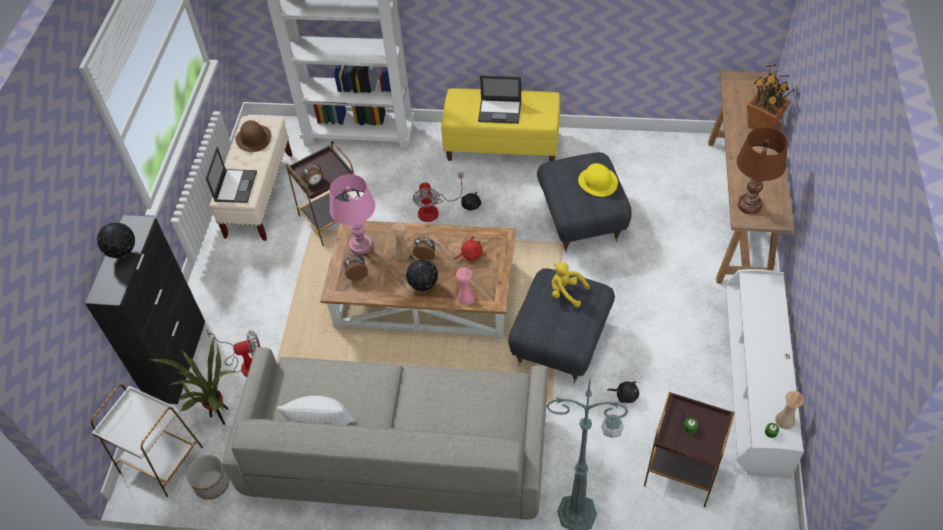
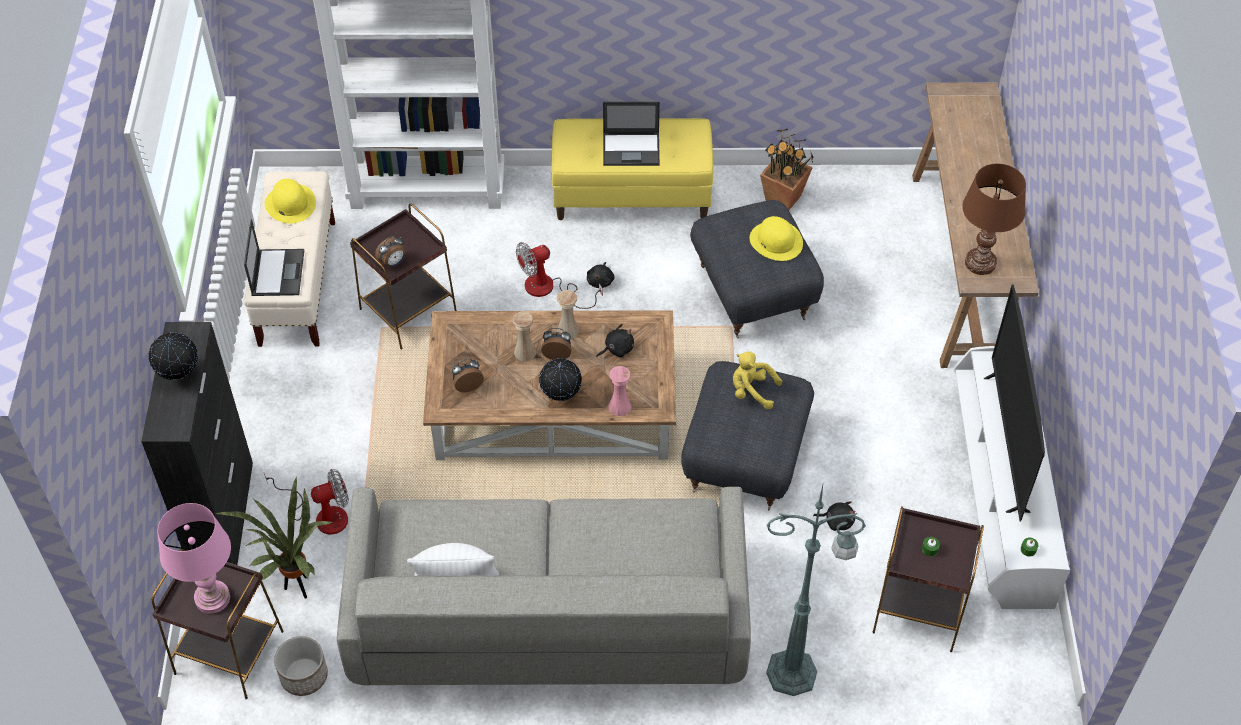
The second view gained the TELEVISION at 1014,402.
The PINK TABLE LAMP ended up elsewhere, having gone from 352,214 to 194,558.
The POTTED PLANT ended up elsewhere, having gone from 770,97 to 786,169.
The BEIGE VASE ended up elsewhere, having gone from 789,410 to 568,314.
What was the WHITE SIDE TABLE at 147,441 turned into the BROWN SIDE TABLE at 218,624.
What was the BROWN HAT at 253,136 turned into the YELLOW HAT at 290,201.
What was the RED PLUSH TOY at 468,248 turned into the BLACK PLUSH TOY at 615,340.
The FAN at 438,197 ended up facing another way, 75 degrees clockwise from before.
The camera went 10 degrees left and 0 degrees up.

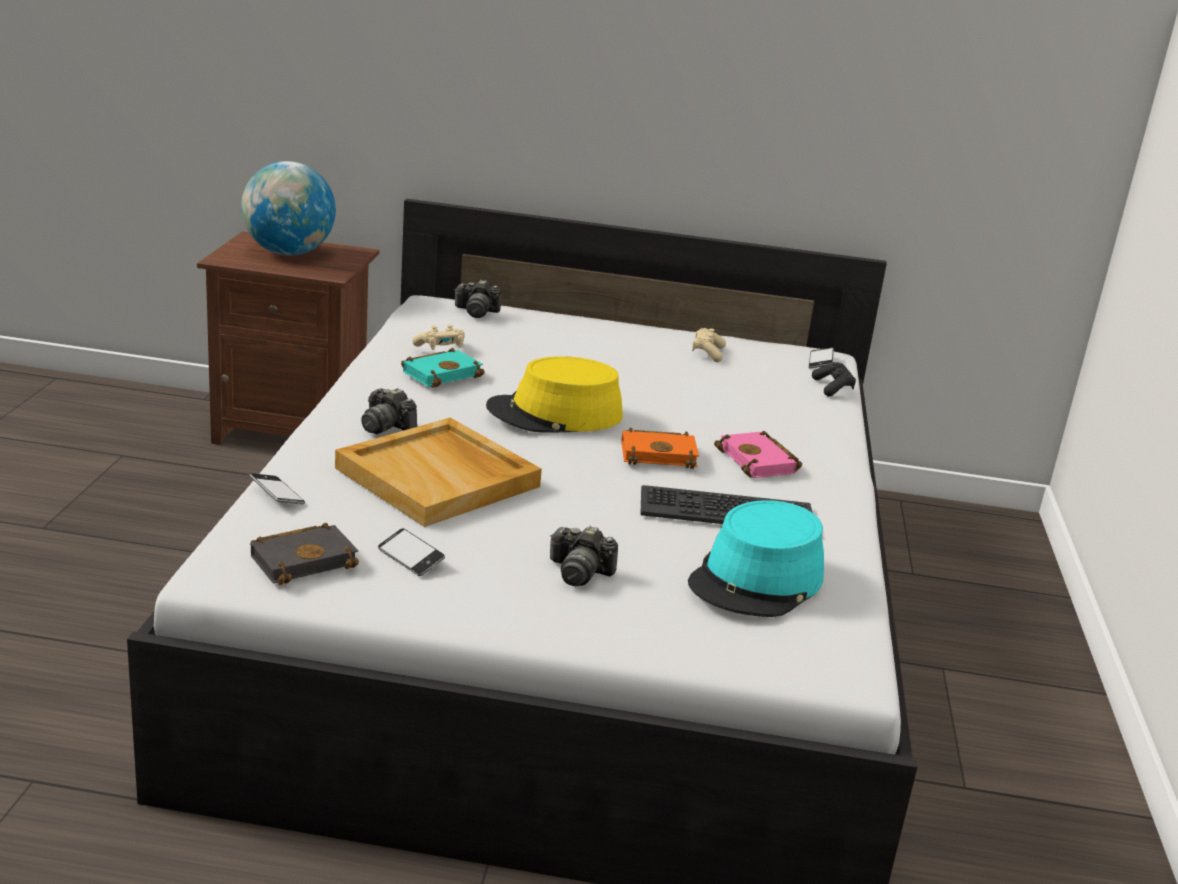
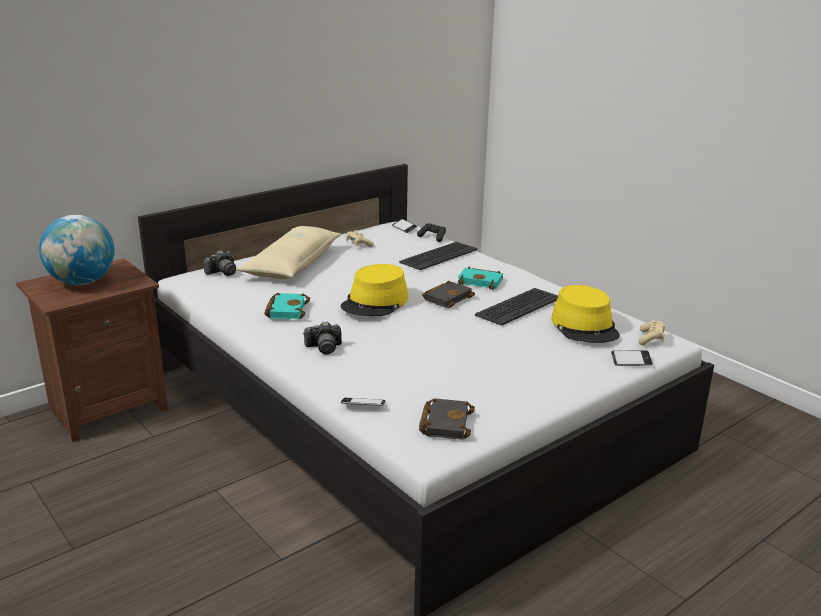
The second view lost the BEIGE TRAY at 438,472.
The second view lost the PHOTO CAMERA at 584,556.
The second view gained the BEIGE PILLOW at 289,252.
The second view gained the KEYBOARD at 438,256.
The PHONE ended up elsewhere, having gone from 411,552 to 631,358.
The BEIGE GAME CONTROLLER ended up elsewhere, having gone from 438,337 to 651,332.
What was the ORANGE BOOK at 660,448 turned into the BLACK BOOK at 448,294.
What was the TURQUOISE HAT at 756,558 turned into the YELLOW HAT at 585,314.
What was the PINK BOOK at 758,454 turned into the TURQUOISE BOOK at 480,278.
The camera went 45 degrees left and 0 degrees up.

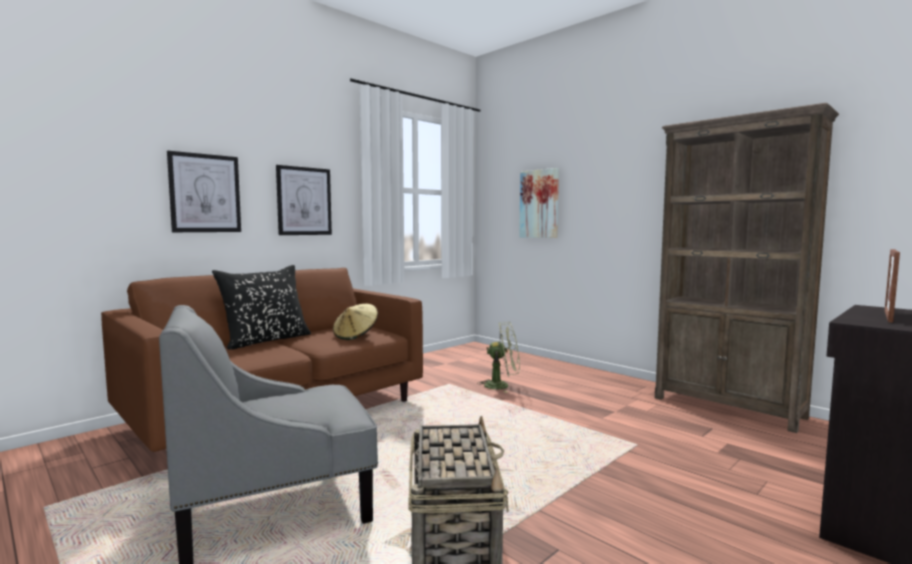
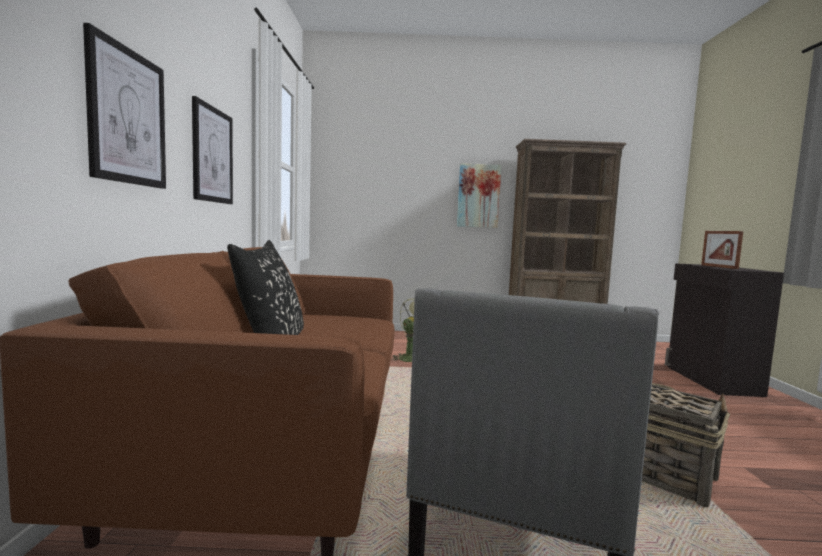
The second view lost the BEIGE HAT at 355,322.
The PICTURE ended up elsewhere, having gone from 539,203 to 479,195.
The camera went 45 degrees left and 0 degrees up.

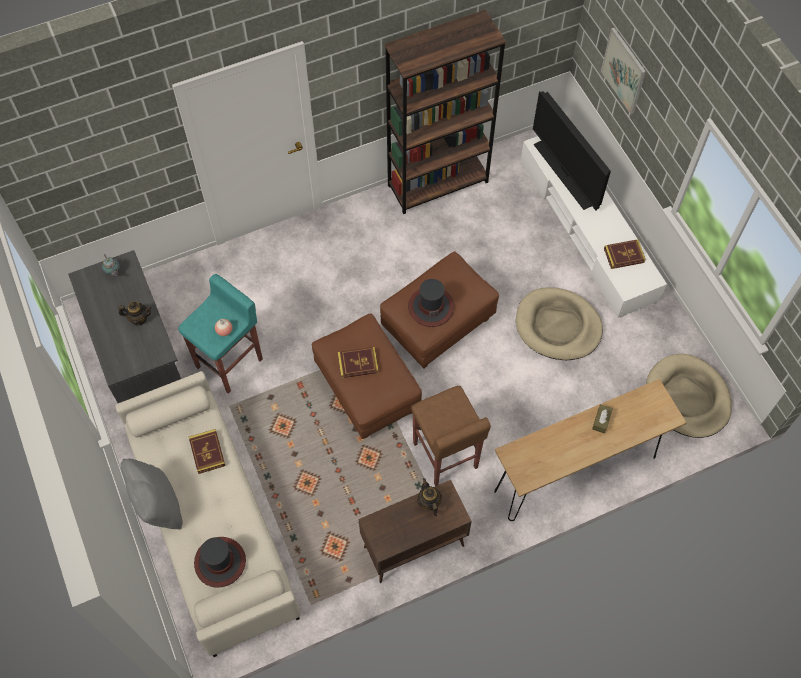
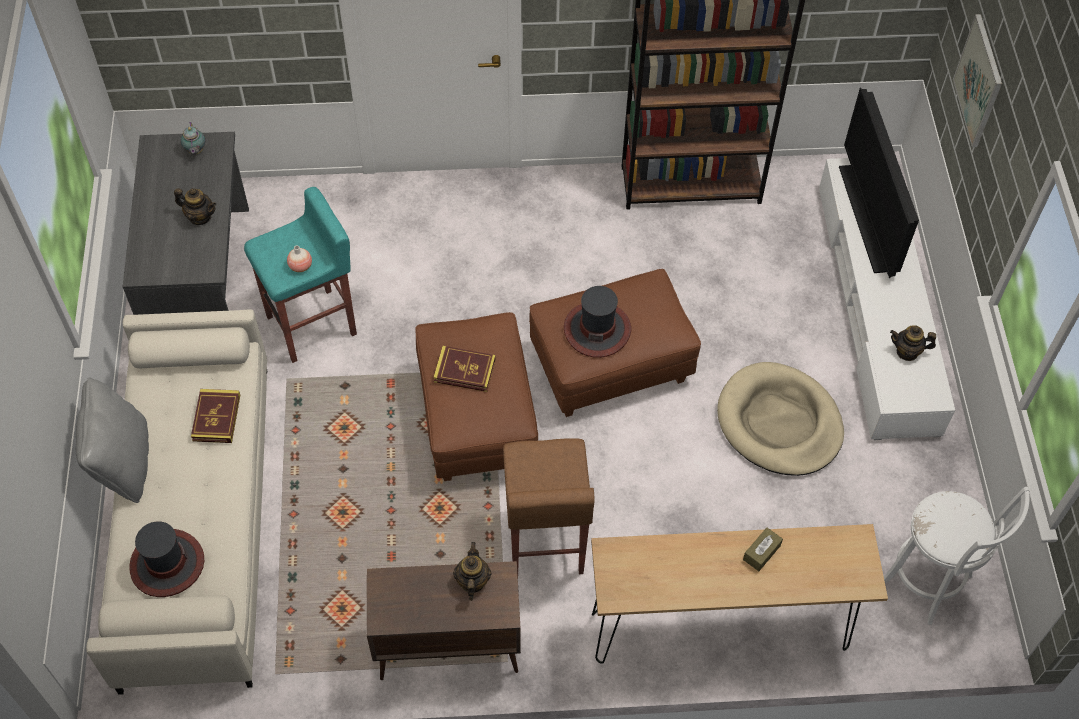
Where the BOOK stood at 625,254, the TEAPOT came to stand at 913,343.
Where the BEIGE DOG BED stood at 689,396, the WHITE STOOL came to stand at 956,556.
The camera went 20 degrees right and 5 degrees down.

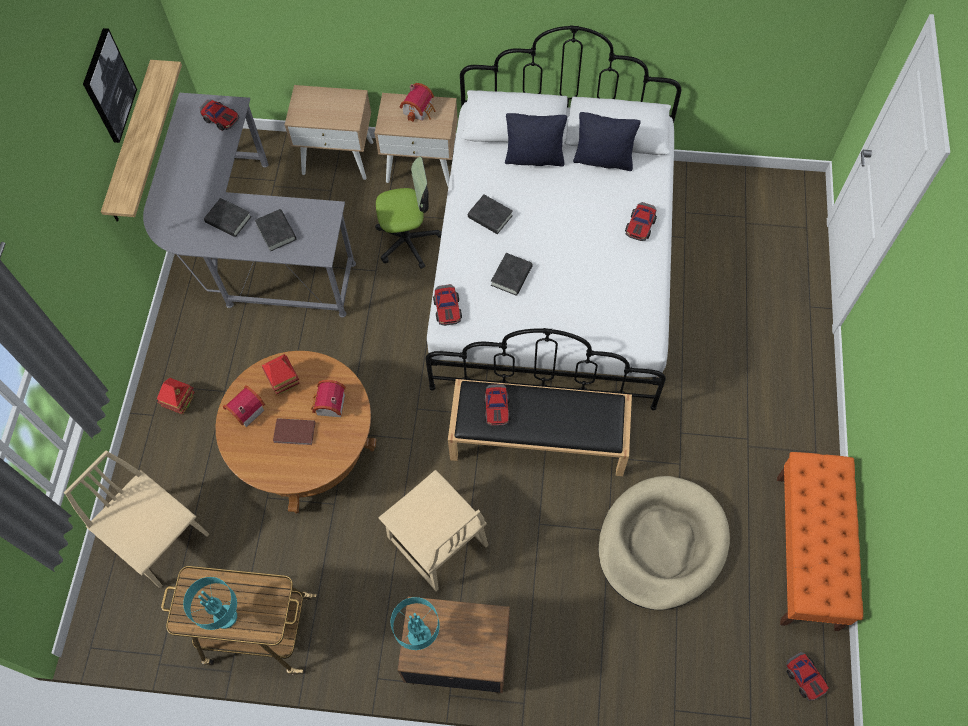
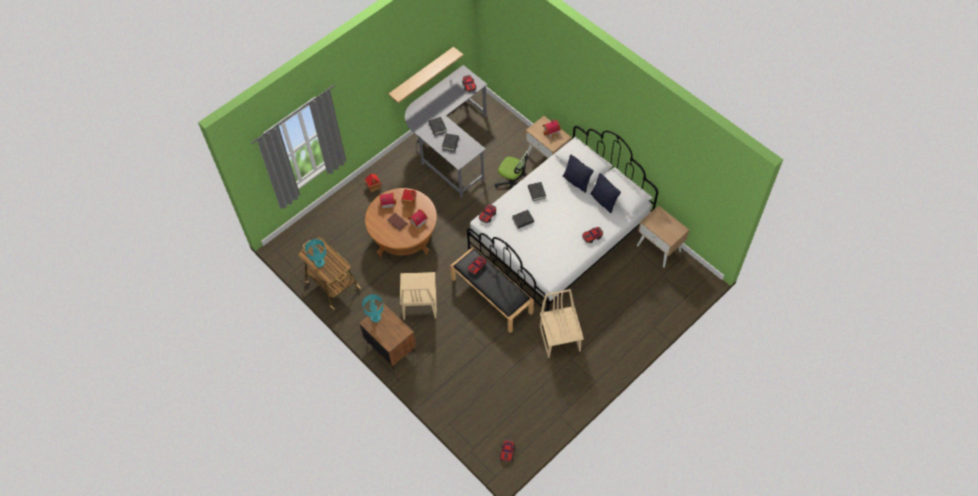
The second view lost the PICTURE at 110,85.
The second view lost the BEIGE DOG BED at 664,543.
The second view lost the ORANGE BENCH at 820,541.
The BEIGE CHAIR ended up elsewhere, having gone from 136,519 to 562,323.
The BEIGE NIGHTSTAND ended up elsewhere, having gone from 329,132 to 663,236.
The camera went 40 degrees right and 5 degrees down.

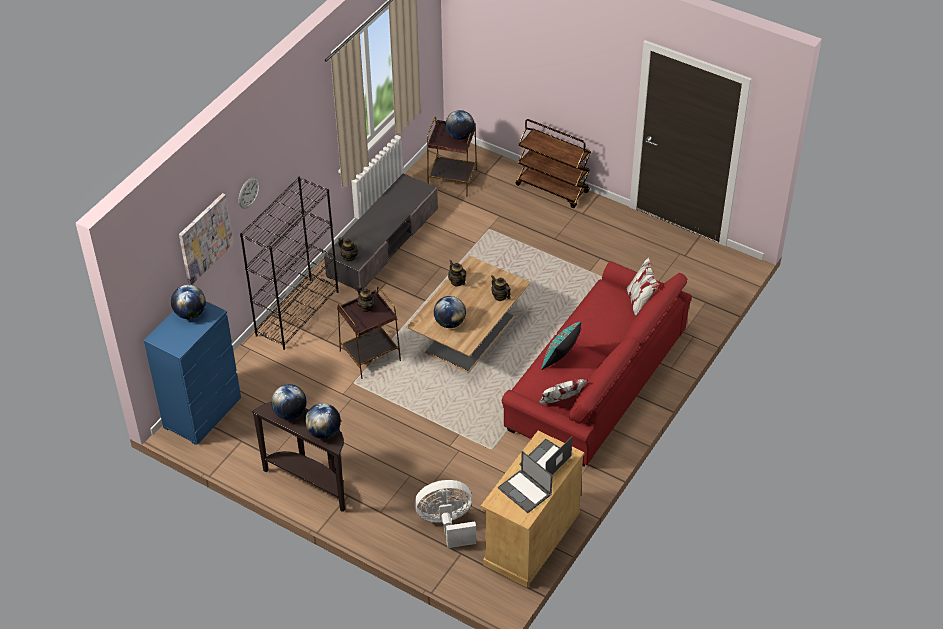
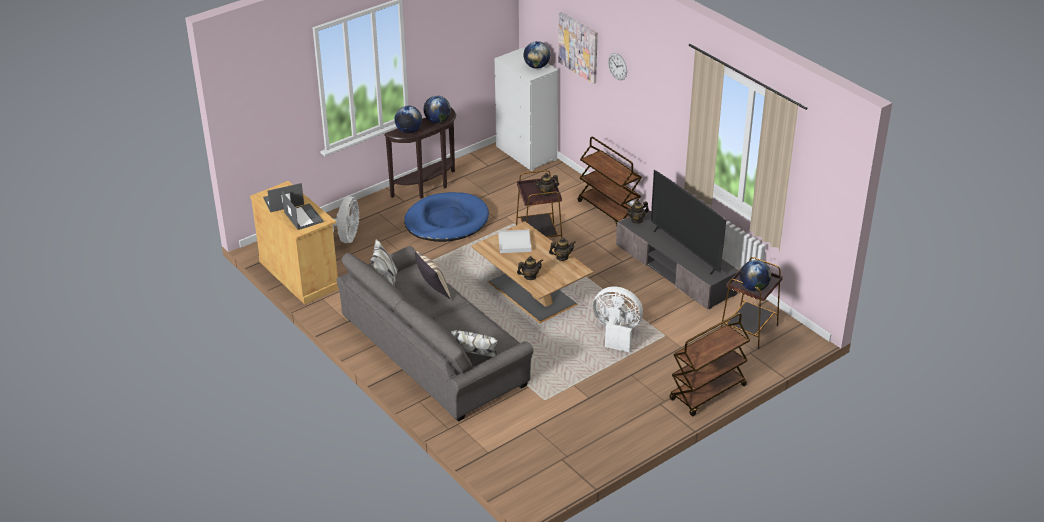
The second view gained the BLUE DOG BED at 446,217.
The second view gained the WHITE FAN at 618,319.
The second view gained the TELEVISION at 688,222.
Where the BLACK BOOKCASE stood at 289,263, the BROWN CART came to stand at 610,180.
Where the GLOBE stood at 450,312, the WHITE TRAY came to stand at 514,241.
What was the BLUE DRESSER at 192,373 turned into the WHITE DRESSER at 526,109.
What was the RED SOFA at 597,361 turned into the GREY SOFA at 435,330.
What was the TURQUOISE PILLOW at 561,346 turned into the BEIGE PILLOW at 433,275.
The camera went 110 degrees right and 10 degrees down.

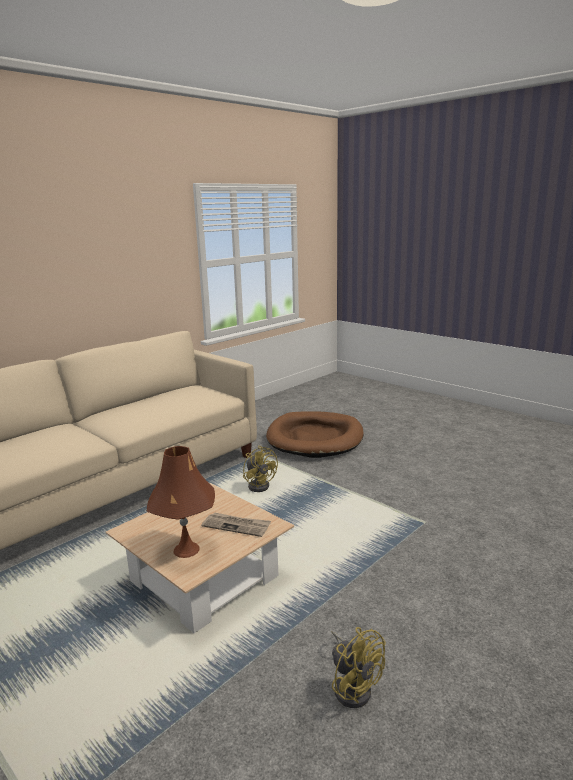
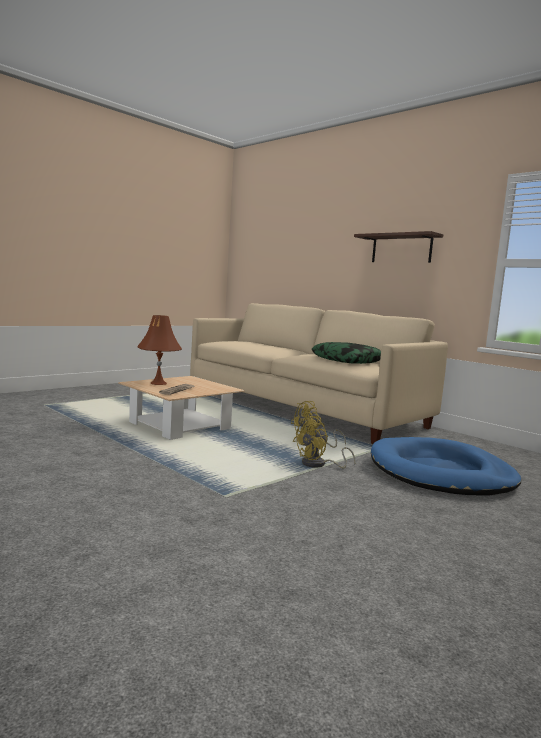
The second view gained the PILLOW at 346,353.
The second view gained the SHELF at 398,247.
The YELLOW FAN ended up elsewhere, having gone from 359,667 to 324,442.
What was the BROWN DOG BED at 315,434 turned into the BLUE DOG BED at 446,466.
The camera went 90 degrees right and 10 degrees down.

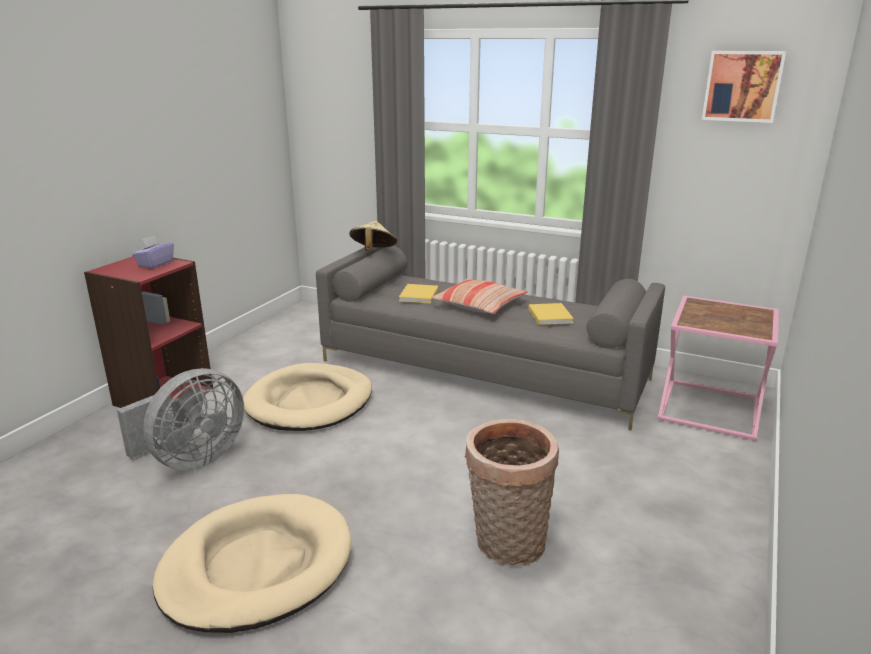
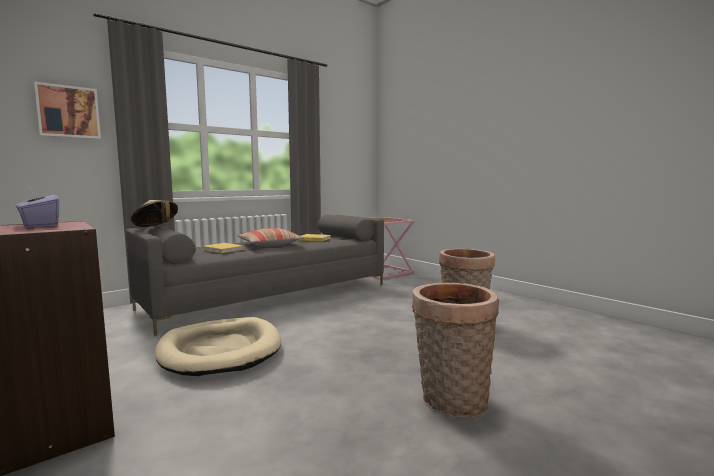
The second view lost the GREY FAN at 180,419.
The PICTURE ended up elsewhere, having gone from 744,87 to 67,110.
Where the BEIGE DOG BED stood at 252,563, the BASKET came to stand at 455,350.
The camera went 65 degrees left and 15 degrees down.

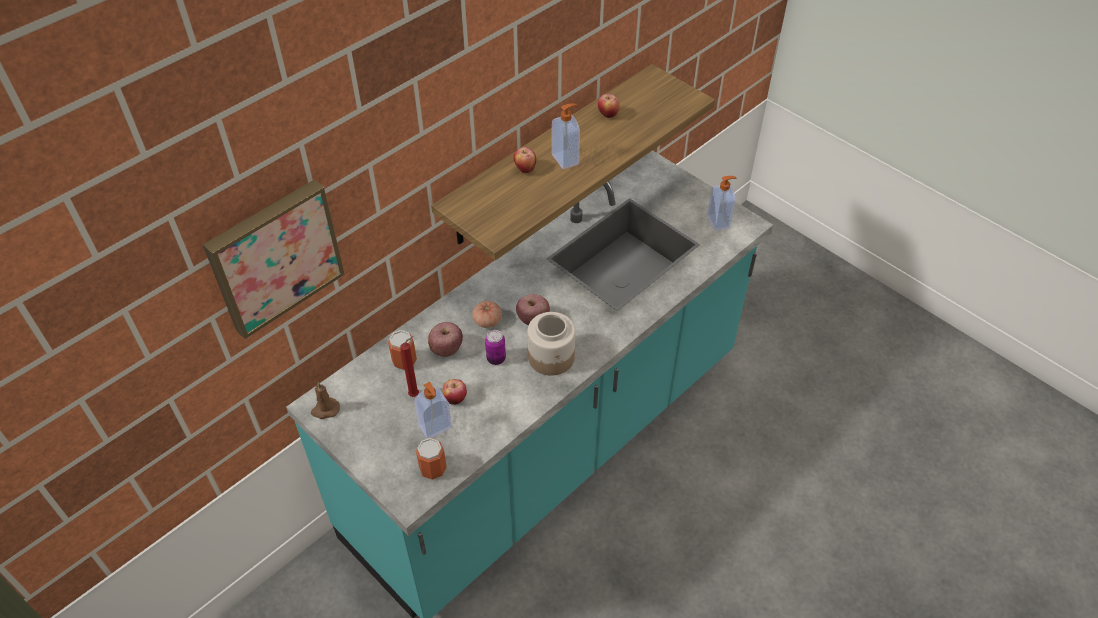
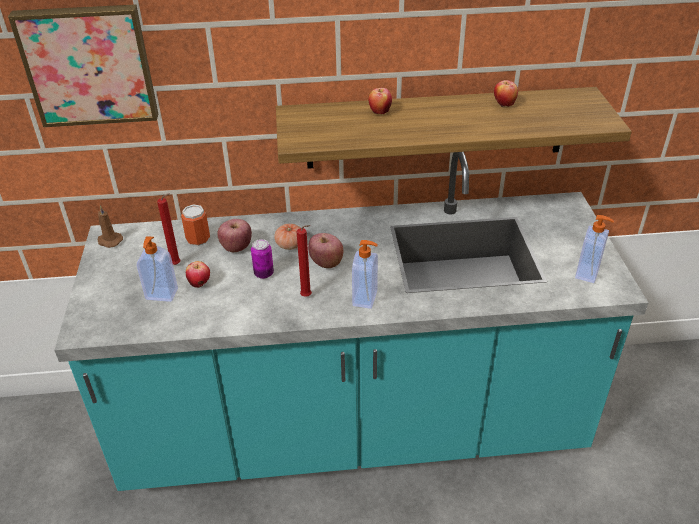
The second view lost the CAN at 431,459.
The SOAP DISPENSER ended up elsewhere, having gone from 566,136 to 365,274.
Where the JAR stood at 551,344, the RED CANDLE came to stand at 304,261.
The camera went 40 degrees right and 10 degrees down.

